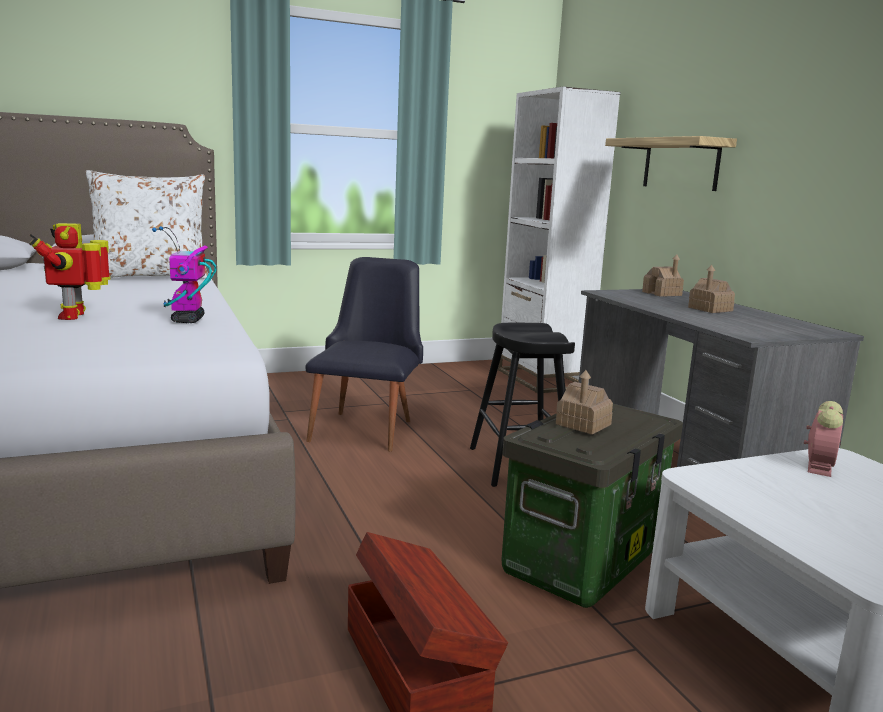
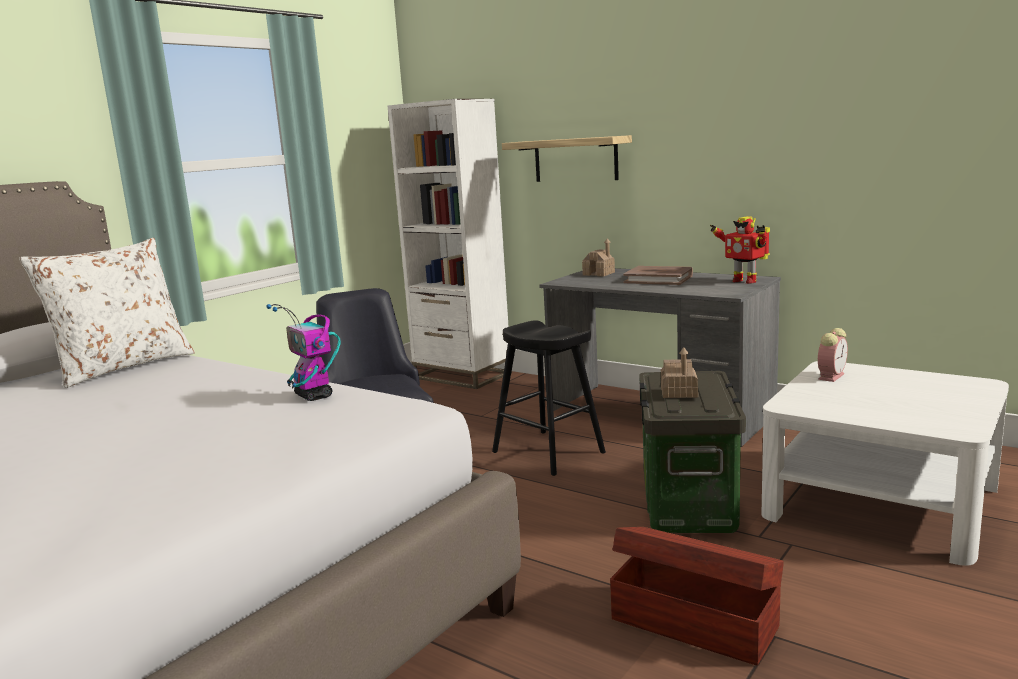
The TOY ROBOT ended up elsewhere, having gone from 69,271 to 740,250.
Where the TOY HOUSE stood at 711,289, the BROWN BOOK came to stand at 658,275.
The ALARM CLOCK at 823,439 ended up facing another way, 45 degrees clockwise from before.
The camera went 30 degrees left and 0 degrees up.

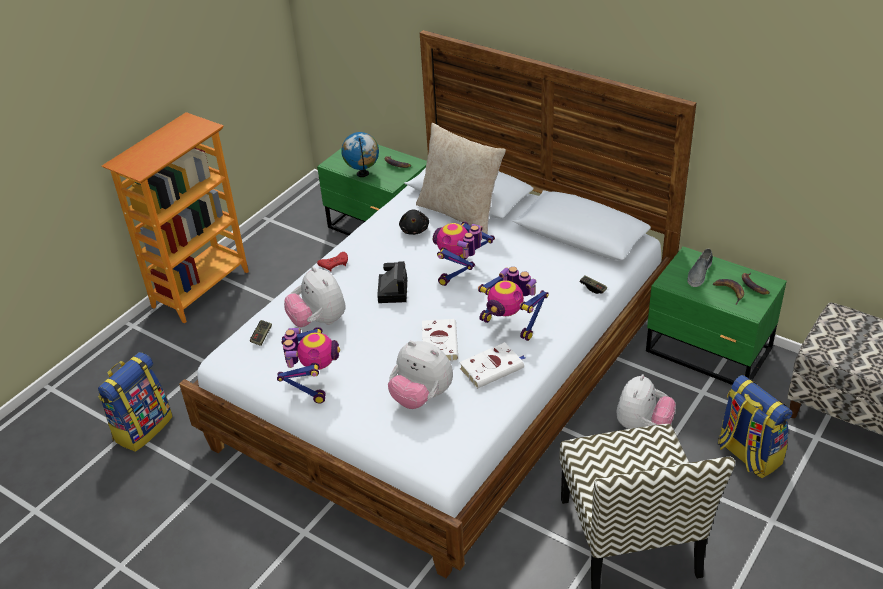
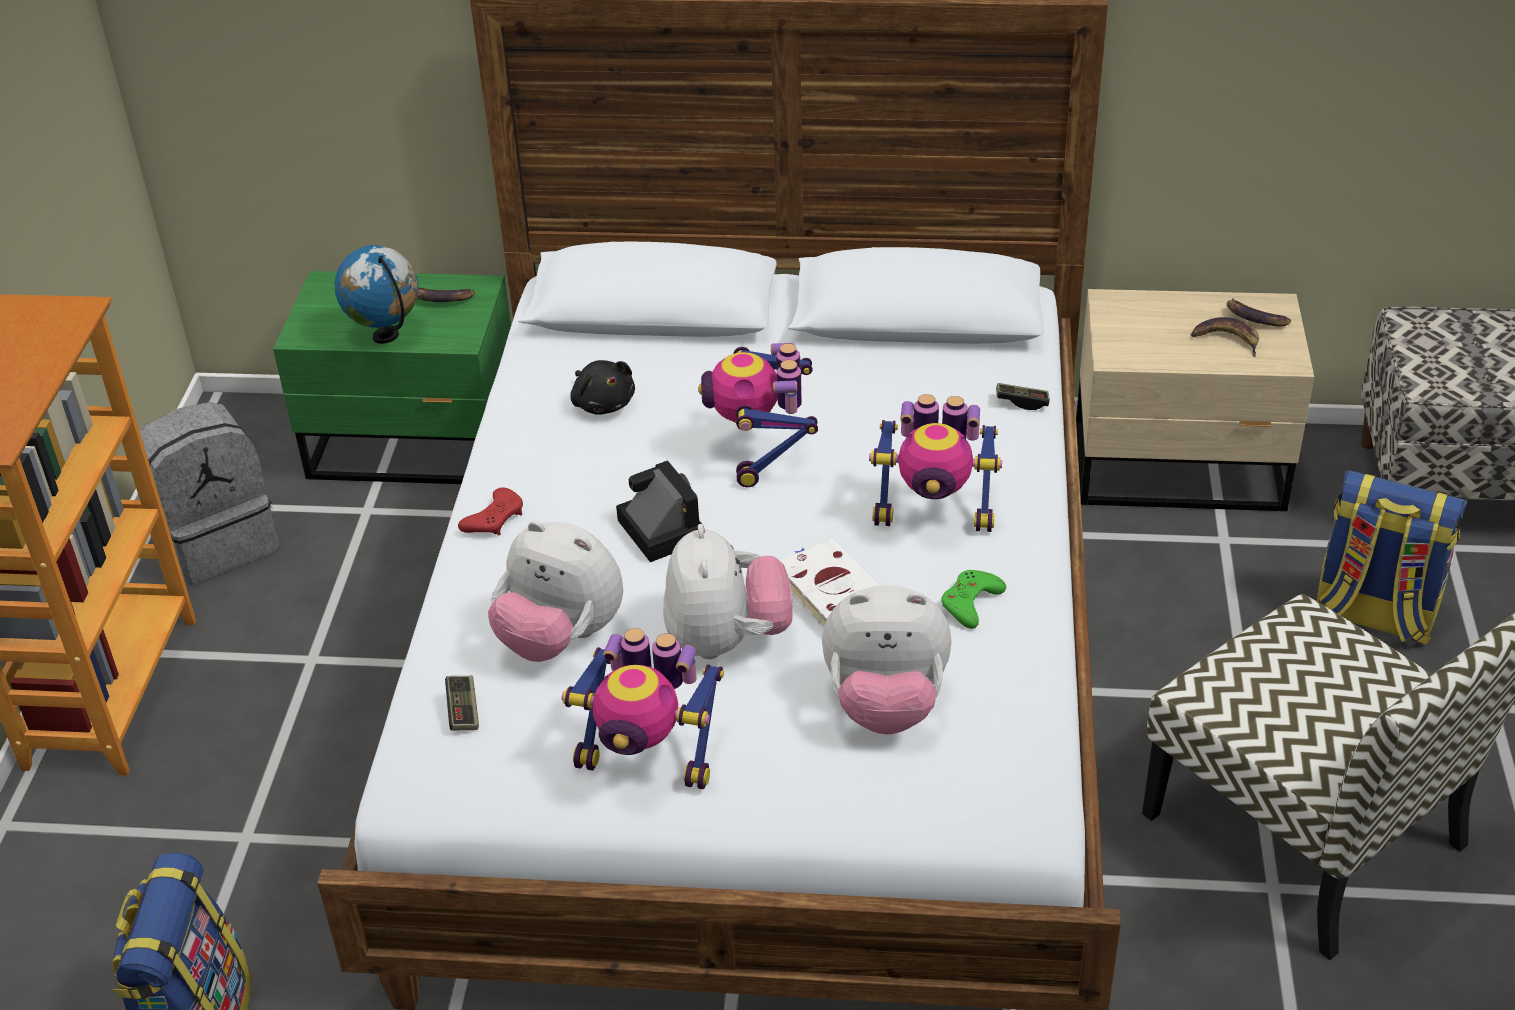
The second view lost the BEIGE PILLOW at 461,178.
The second view lost the GREY SHOE at 700,268.
The second view gained the GREY BACKPACK at 209,493.
The PLUSH TOY ended up elsewhere, having gone from 646,401 to 728,591.
Where the WHITE BOOK stood at 492,365, the GREEN GAME CONTROLLER came to stand at 973,599.
What was the GREEN NIGHTSTAND at 716,315 turned into the BEIGE NIGHTSTAND at 1195,400.
The TOY ROBOT at 308,365 ended up facing another way, 135 degrees clockwise from before.
The camera went 30 degrees left and 0 degrees up.

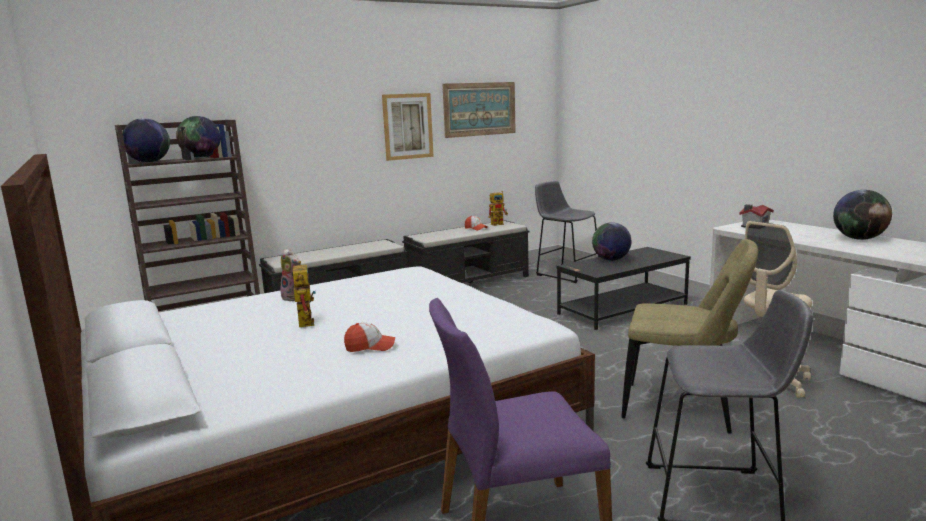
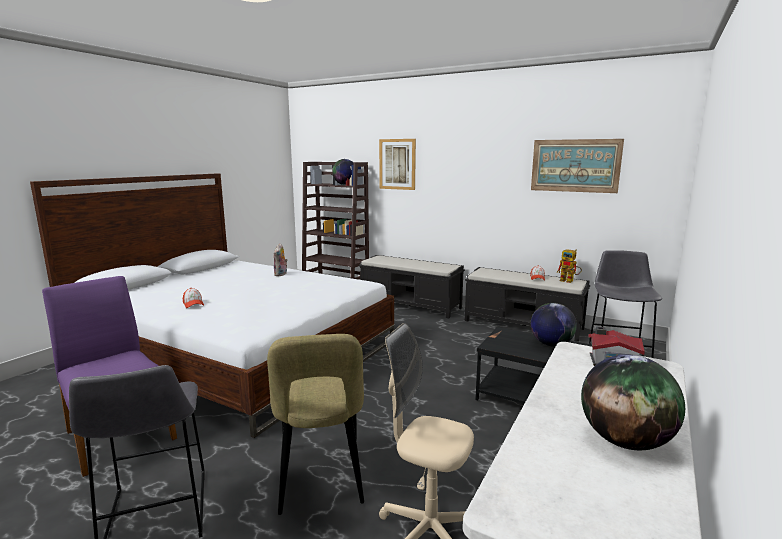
The second view lost the GLOBE at 146,140.
The second view lost the TOY ROBOT at 301,294.
The PICTURE ended up elsewhere, having gone from 408,127 to 397,164.
The camera went 60 degrees right and 0 degrees up.

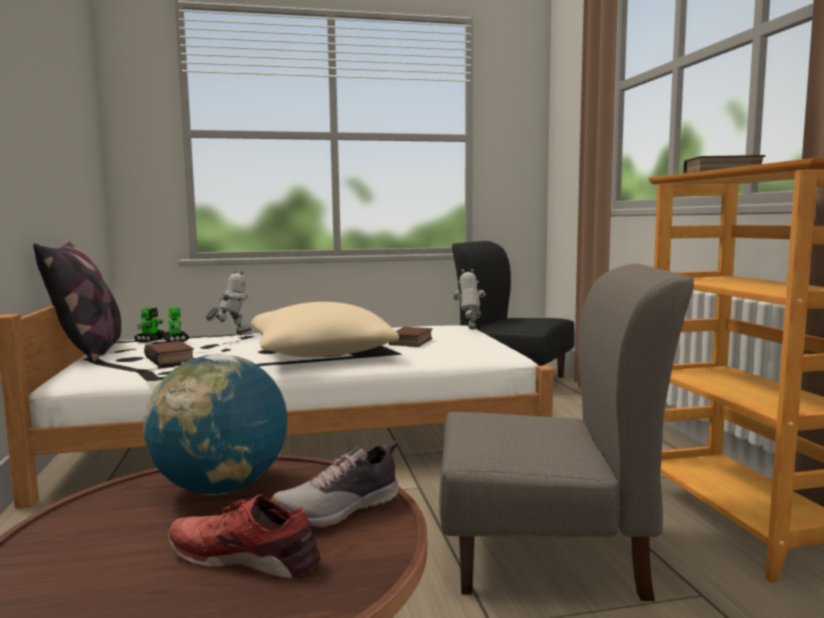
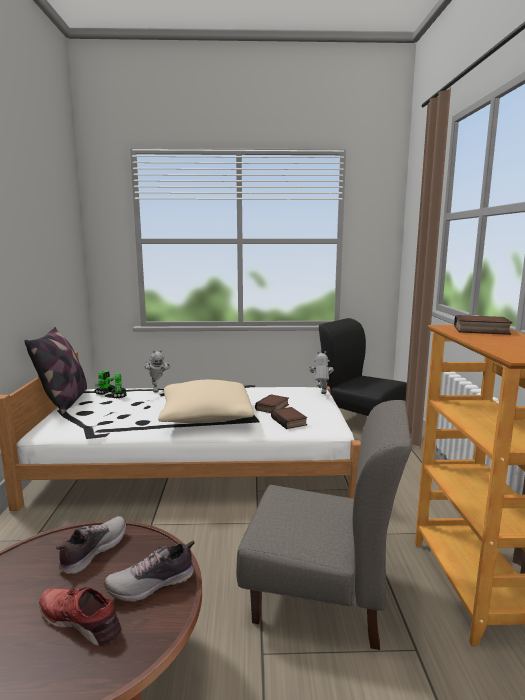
The BOOK ended up elsewhere, having gone from 169,353 to 289,418.
Where the GLOBE stood at 215,424, the SHOE came to stand at 91,545.
The TOY ROBOT at 228,302 ended up facing another way, 105 degrees clockwise from before.
The camera went 10 degrees right and 5 degrees up.

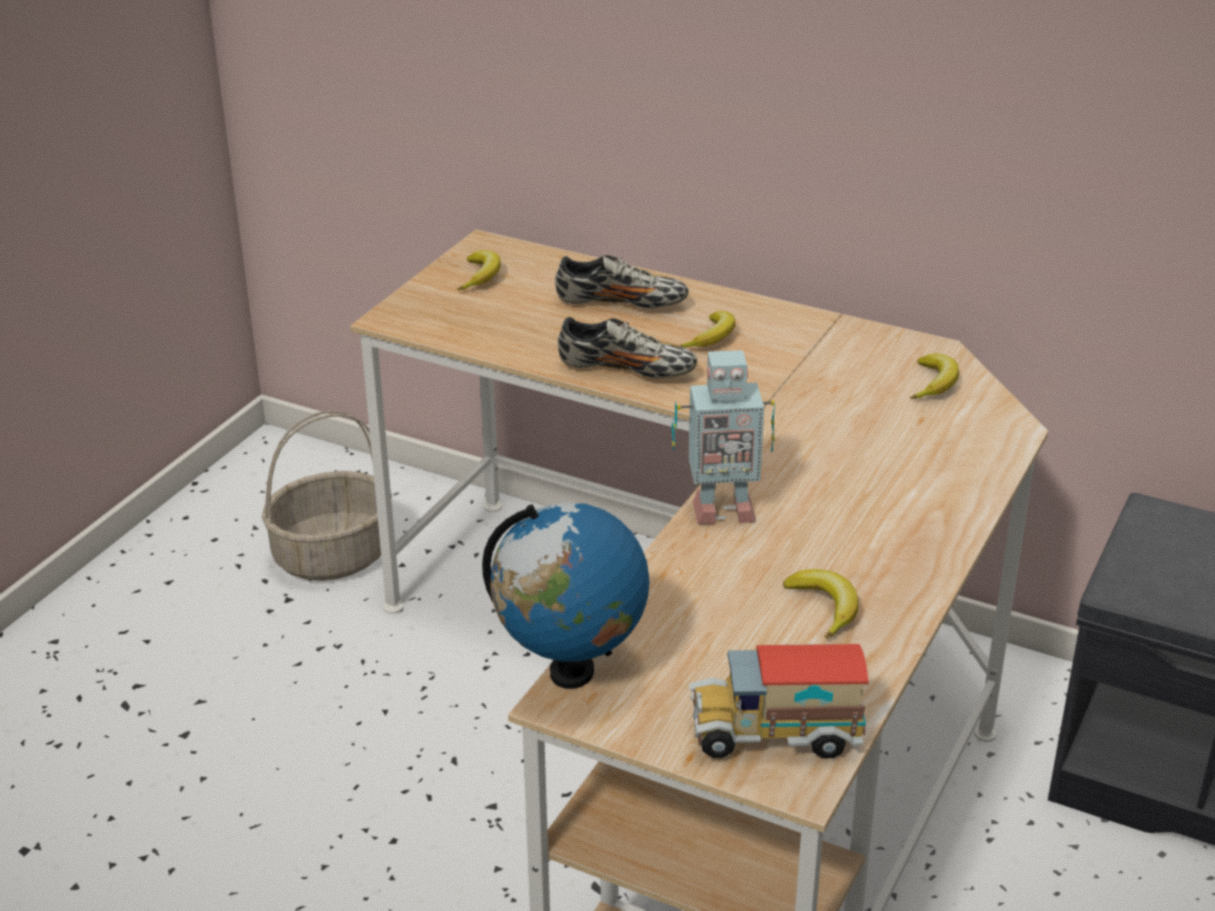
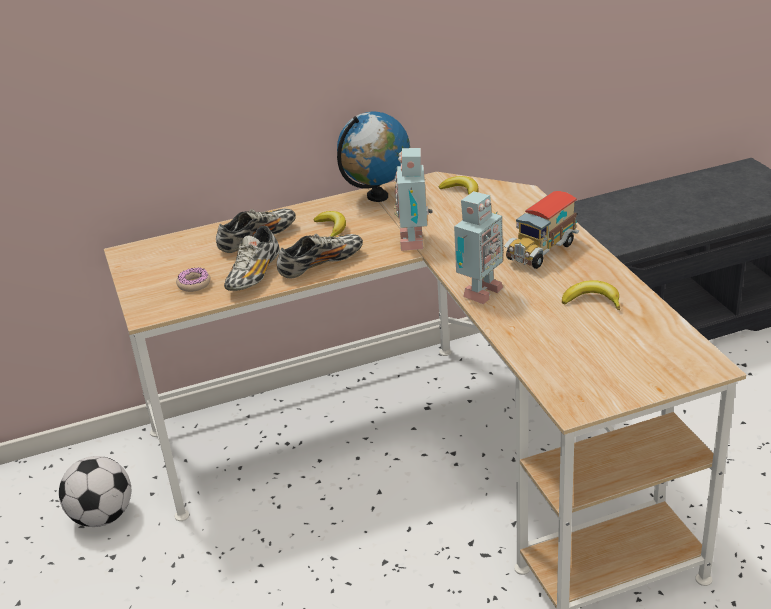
The second view lost the BANANA at 479,270.
The second view gained the DONUT at 193,279.
The second view gained the SHOE at 252,258.
The second view gained the TOY ROBOT at 413,199.
The GLOBE ended up elsewhere, having gone from 565,595 to 373,156.
The TOY TRUCK ended up elsewhere, having gone from 779,701 to 541,230.
Where the BASKET stood at 327,495, the FOOTBALL came to stand at 95,491.
The camera went 45 degrees left and 0 degrees up.

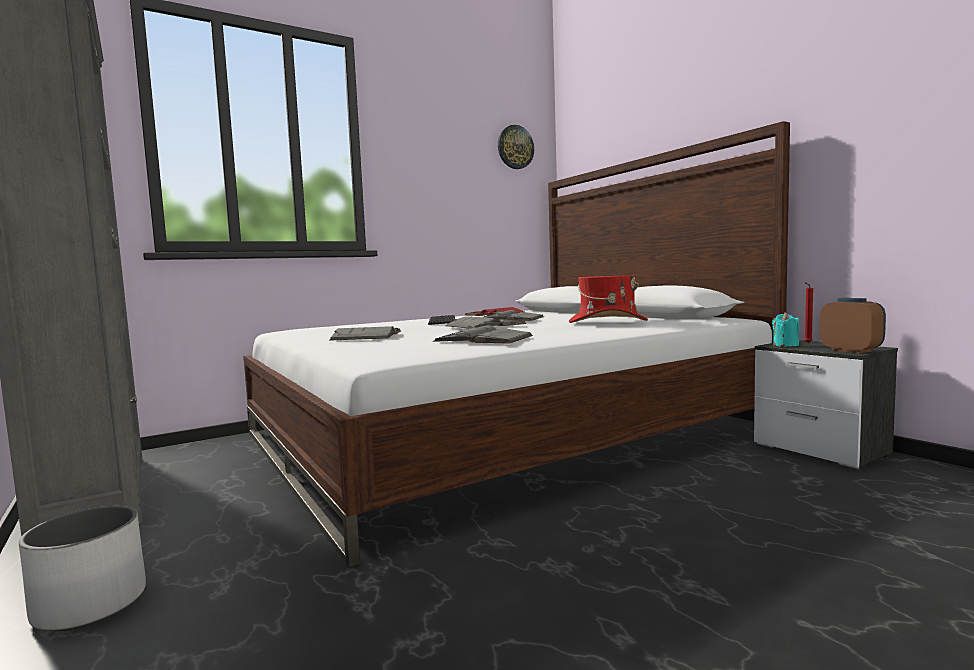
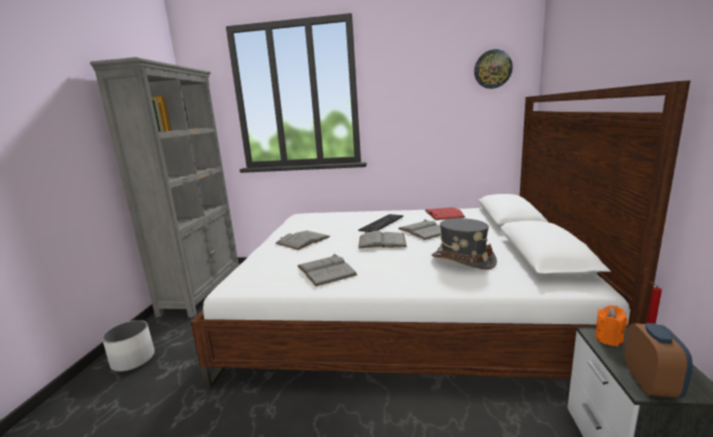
What was the RED HAT at 608,299 turned into the GREY HAT at 464,244.
What was the TURQUOISE CANDLE at 785,329 turned into the ORANGE CANDLE at 611,326.
The camera went 40 degrees right and 10 degrees up.

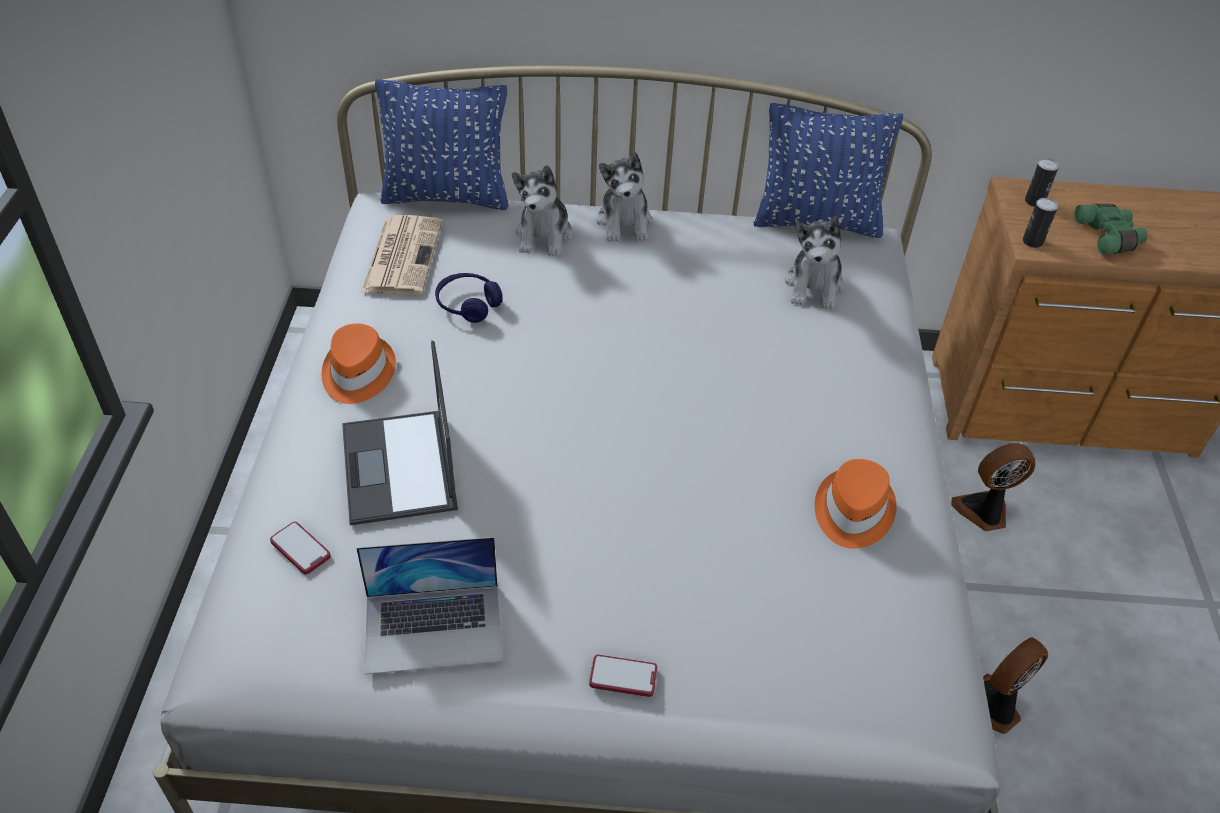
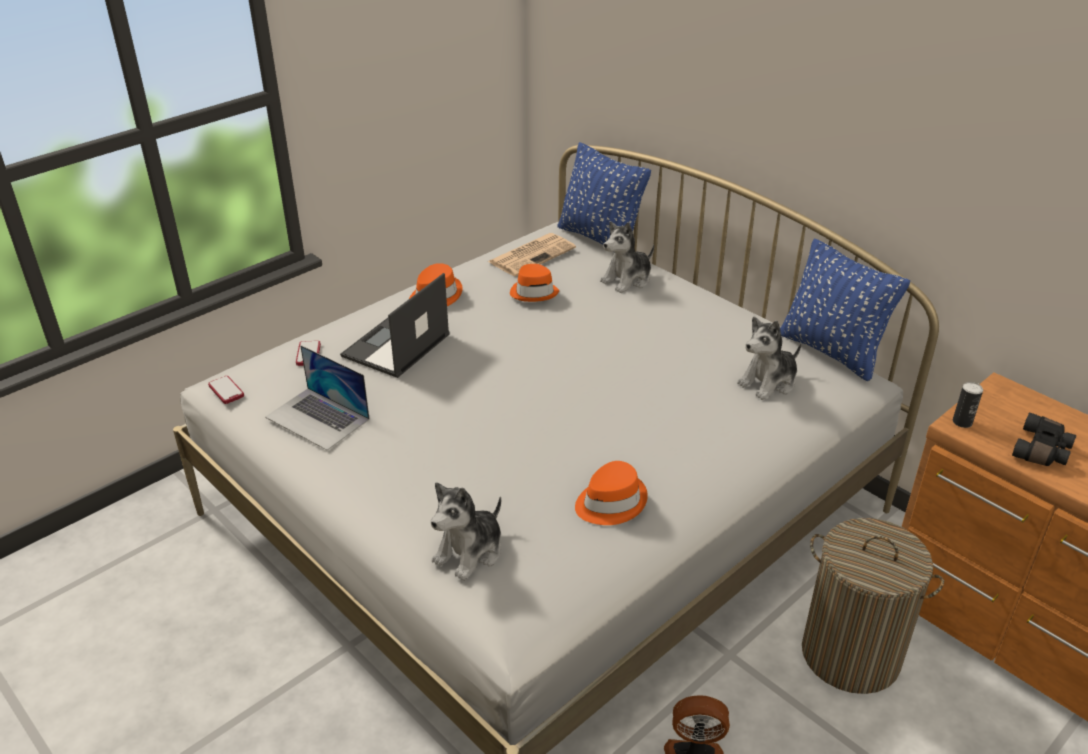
The second view lost the CAN at 1042,182.
The PHONE ended up elsewhere, having gone from 623,676 to 226,390.
The PLUSH TOY ended up elsewhere, having gone from 624,197 to 466,531.
Where the BLUE HEADPHONES stood at 469,298, the ORANGE HAT came to stand at 534,283.
Where the FAN stood at 993,487, the LAUNDRY BASKET came to stand at 873,606.
What was the GREEN BINOCULARS at 1111,229 turned into the BLACK BINOCULARS at 1044,439.
The camera went 45 degrees right and 10 degrees down.

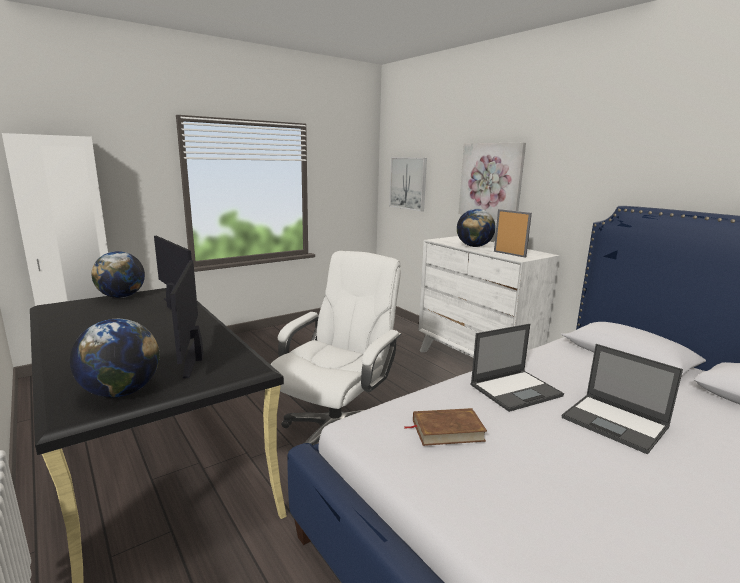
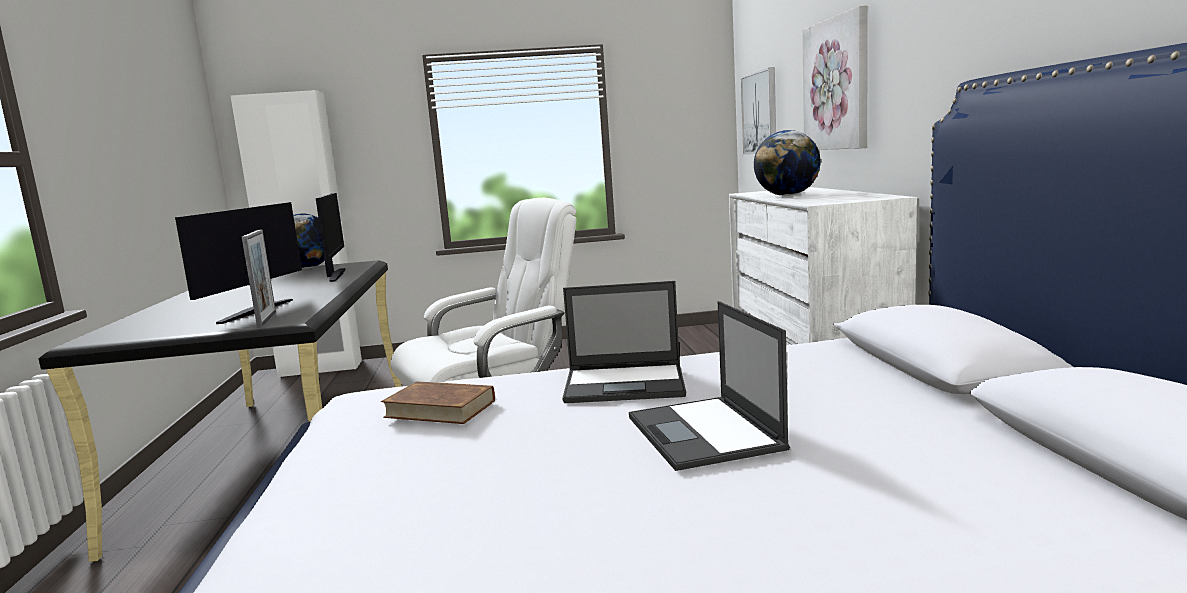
The second view lost the GLOBE at 114,358.
The PICTURE FRAME ended up elsewhere, having gone from 513,233 to 259,278.
The camera went 30 degrees right and 5 degrees down.

